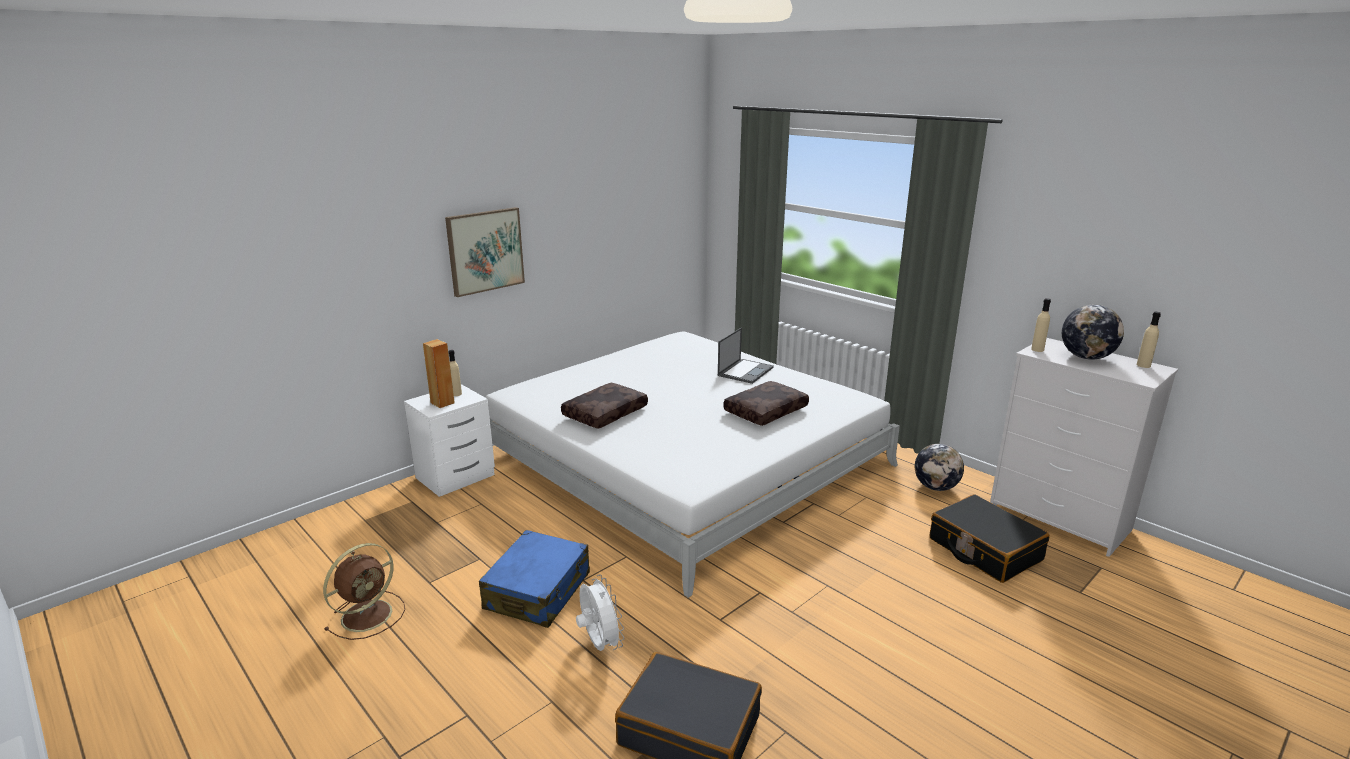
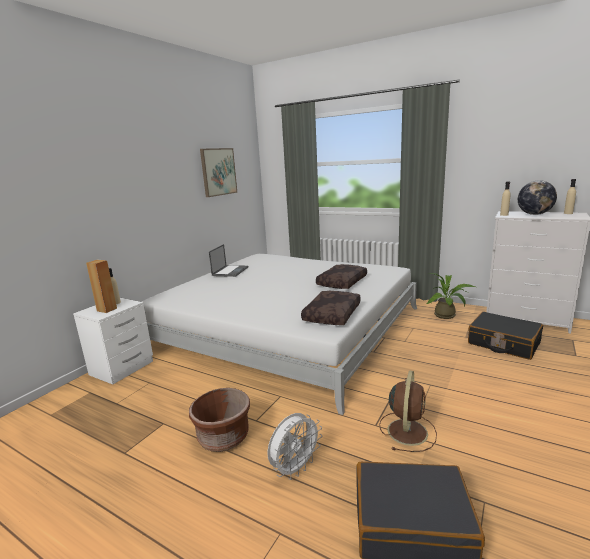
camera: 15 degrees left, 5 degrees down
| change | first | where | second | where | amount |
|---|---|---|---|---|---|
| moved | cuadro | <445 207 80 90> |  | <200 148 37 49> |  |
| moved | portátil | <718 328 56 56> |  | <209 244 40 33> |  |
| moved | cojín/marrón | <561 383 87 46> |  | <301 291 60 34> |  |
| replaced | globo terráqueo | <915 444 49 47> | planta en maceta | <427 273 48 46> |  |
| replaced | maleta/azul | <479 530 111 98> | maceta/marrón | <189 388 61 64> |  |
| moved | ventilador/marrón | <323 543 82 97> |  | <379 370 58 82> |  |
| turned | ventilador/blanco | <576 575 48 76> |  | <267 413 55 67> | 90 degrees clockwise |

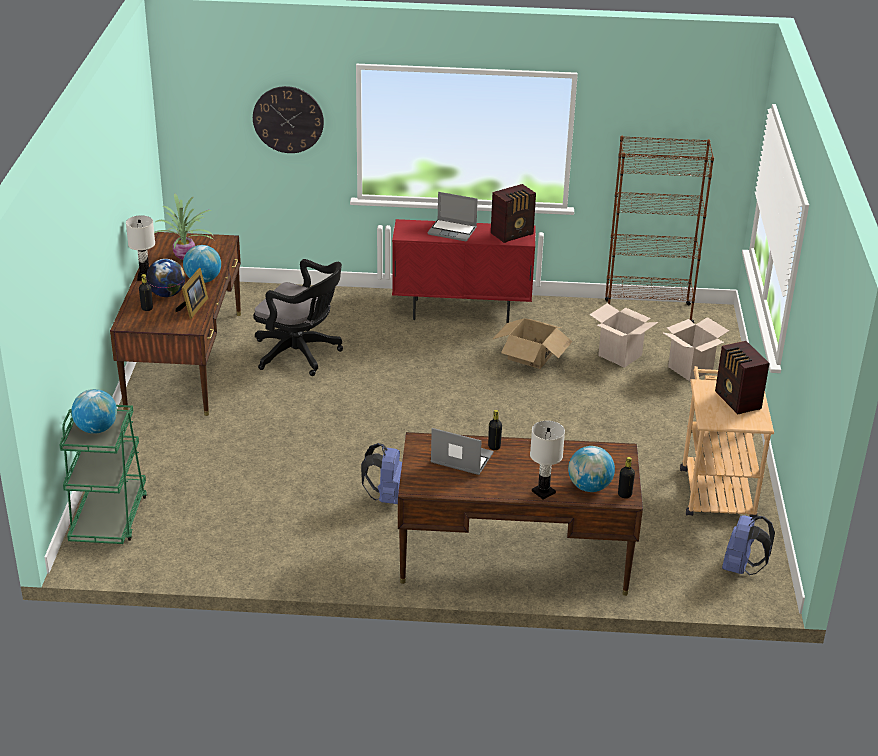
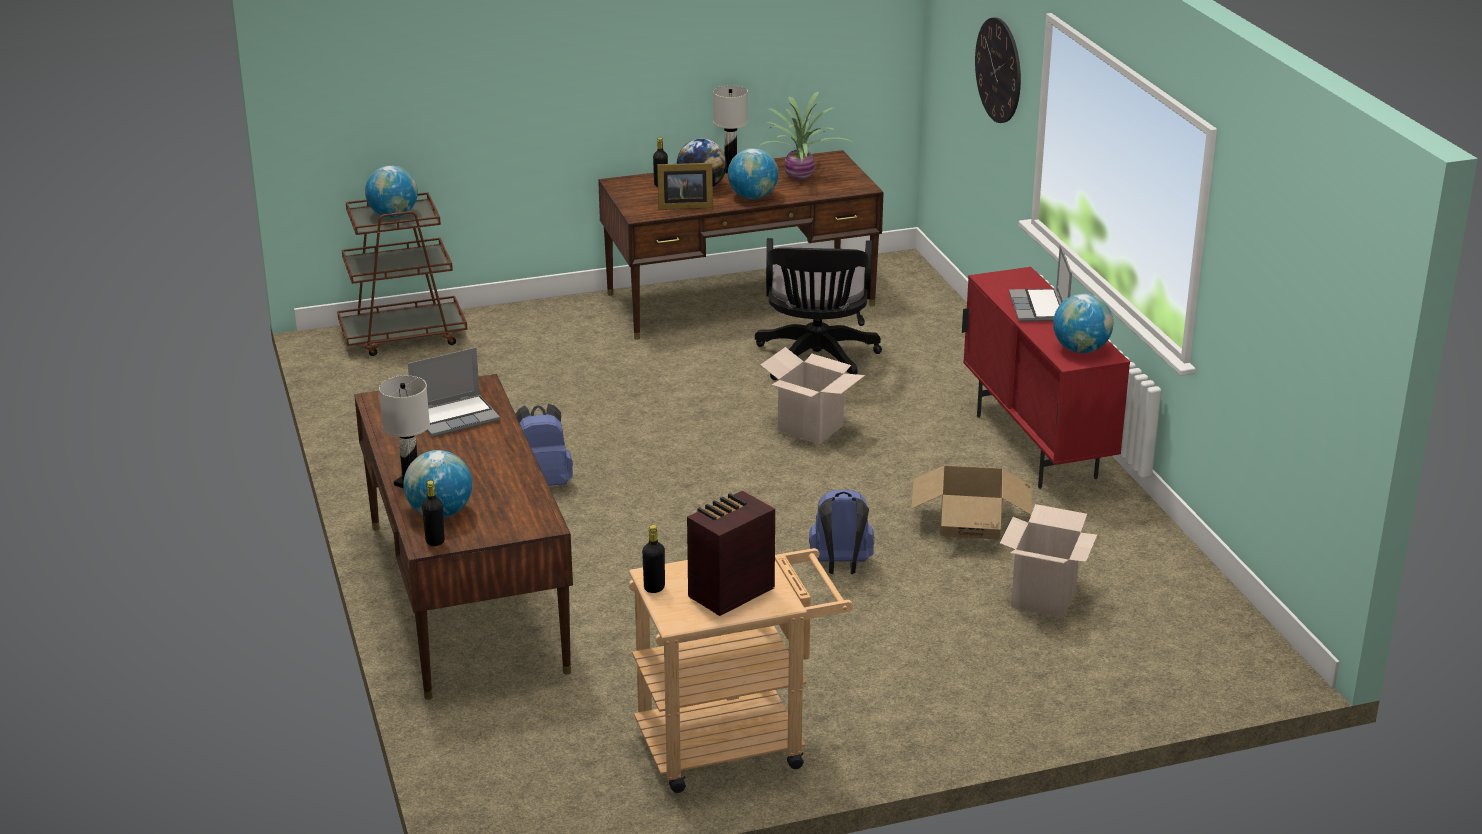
camera: 70 degrees right, 5 degrees down
| change | first | where | second | where | amount |
|---|---|---|---|---|---|
| removed | estantería/marrón | <605 136 109 187> |  |  |  |
| replaced | radio | <491 184 45 59> | globo terráqueo | <1053 294 60 59> |  |
| moved | caja de cartón | <663 317 66 64> |  | <760 347 105 98> |  |
| recoloured | carrito/verde | <59 405 88 139> | carrito/marrón | <337 192 131 164> |  |
| moved | botella/negro | <488 410 14 40> |  | <642 525 23 68> |  |
| turned | portátil | <431 428 63 47> |  | <408 347 92 90> | 60 degrees clockwise |
| moved | mochila/azul | <722 515 53 60> |  | <809 490 65 84> |  |

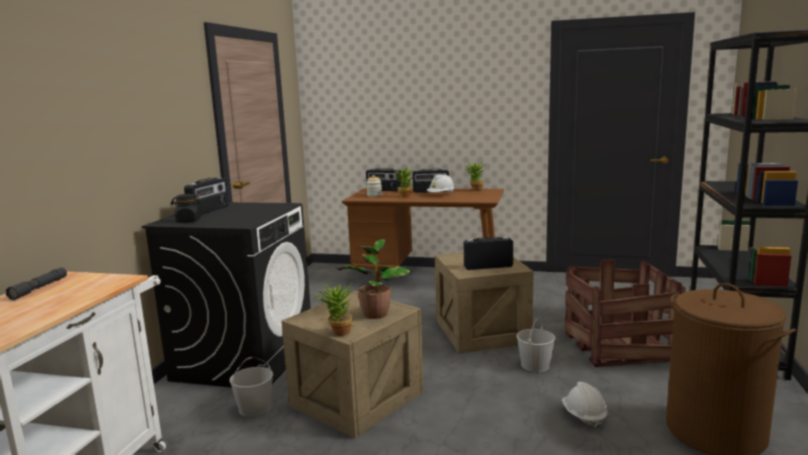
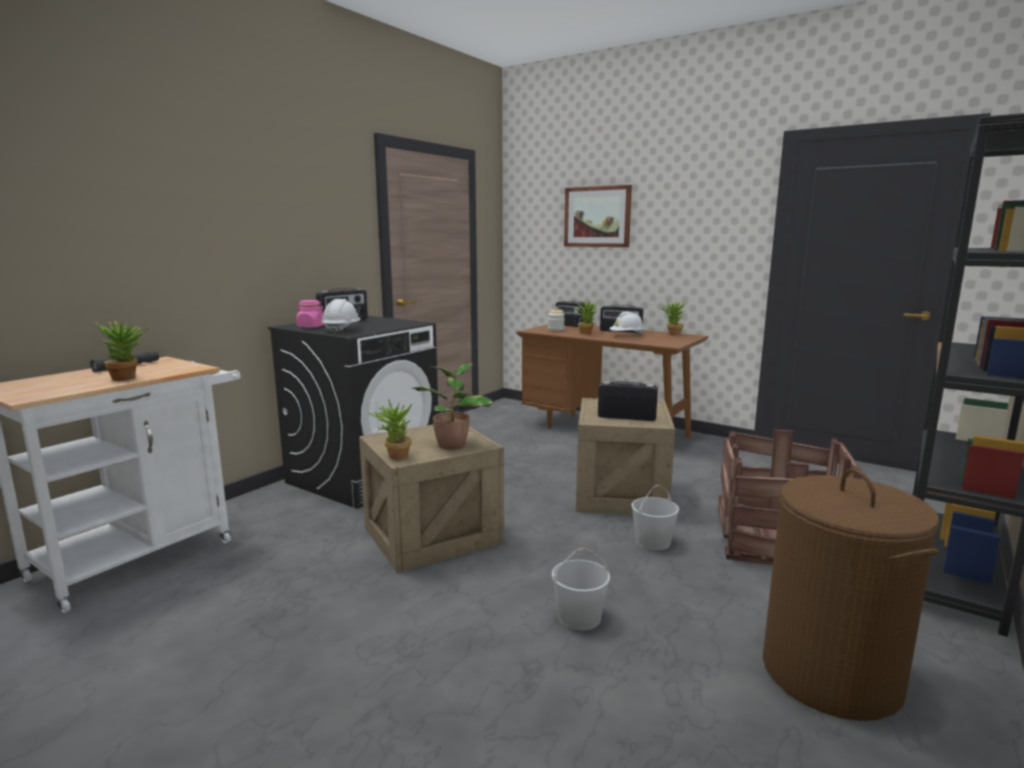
camera: 20 degrees right, 0 degrees up
| change | first | where | second | where | amount |
|---|---|---|---|---|---|
| recoloured | tarro/negro | <171 194 32 28> | tarro/rosa | <295 300 30 28> |  |
| moved | cubo/blanco | <230 357 43 60> |  | <552 548 58 83> |  |
| moved | casco/blanco | <562 382 45 47> |  | <322 299 39 35> |  |
| added |  |  | cuadro | <564 185 68 62> |  |
| added |  |  | planta en maceta | <96 321 53 60> |  |

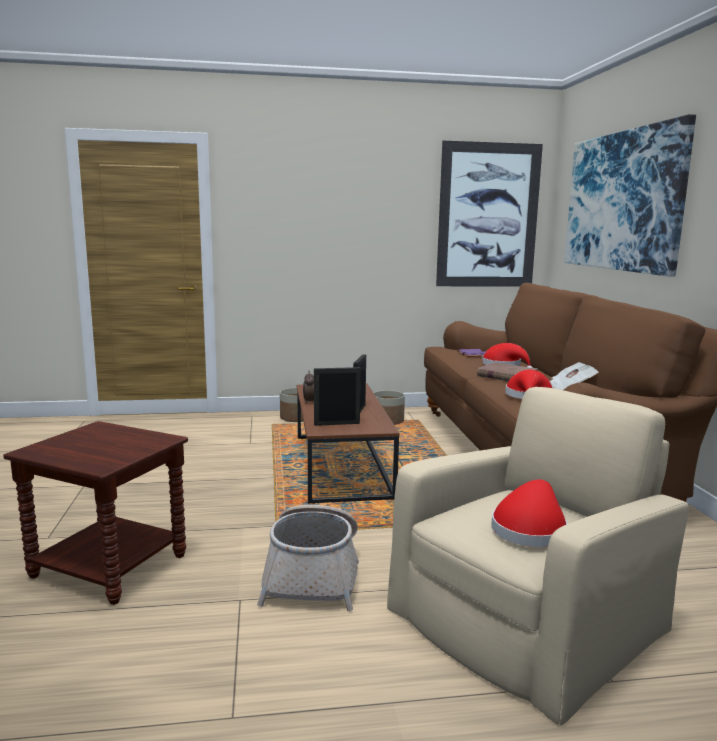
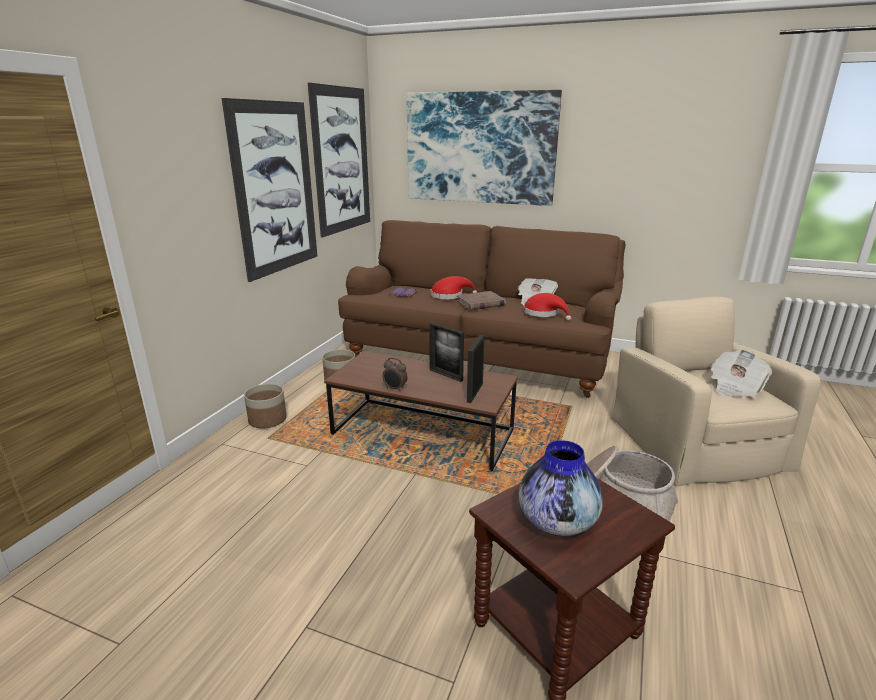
camera: 60 degrees left, 10 degrees up
| change | first | where | second | where | amount |
|---|---|---|---|---|---|
| replaced | sombrero/rojo | <491 479 76 68> | periódico | <711 349 61 48> |  |
| added |  |  | cuadro | <221 98 96 184> |  |
| added |  |  | florero | <519 440 84 96> |  |

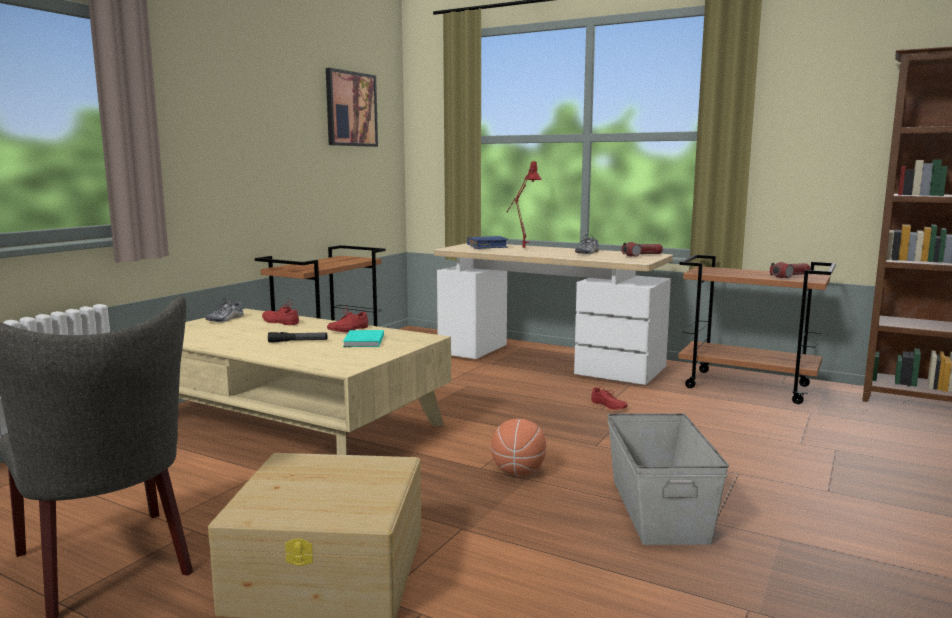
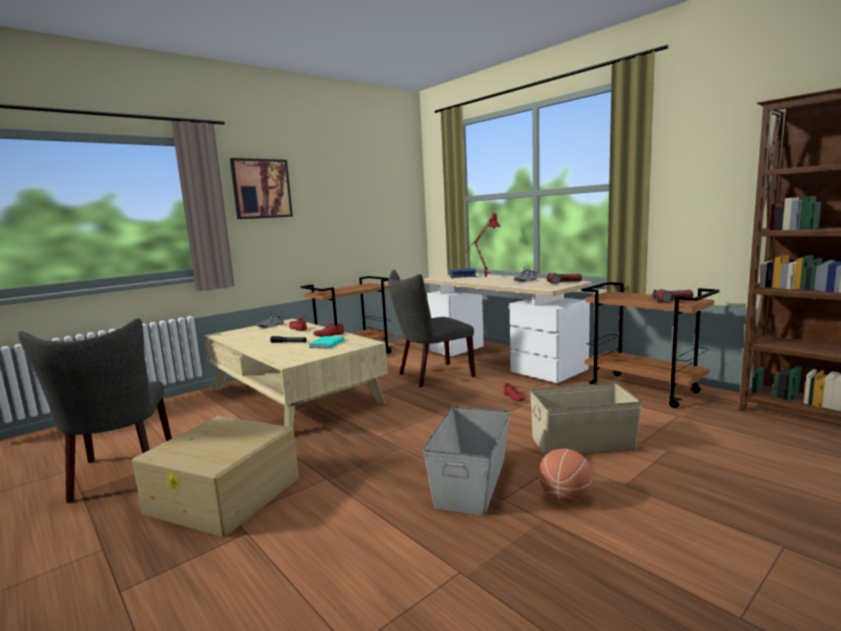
camera: 20 degrees right, 0 degrees up
| change | first | where | second | where | amount |
|---|---|---|---|---|---|
| moved | cuadro | <326 68 52 79> |  | <230 158 63 61> |  |
| moved | balón de baloncesto | <491 419 55 57> |  | <539 449 53 54> |  |
| added |  |  | silla/gris | <388 270 88 117> |  |
| added |  |  | caja de almacenaje/beis | <530 382 112 74> |  |

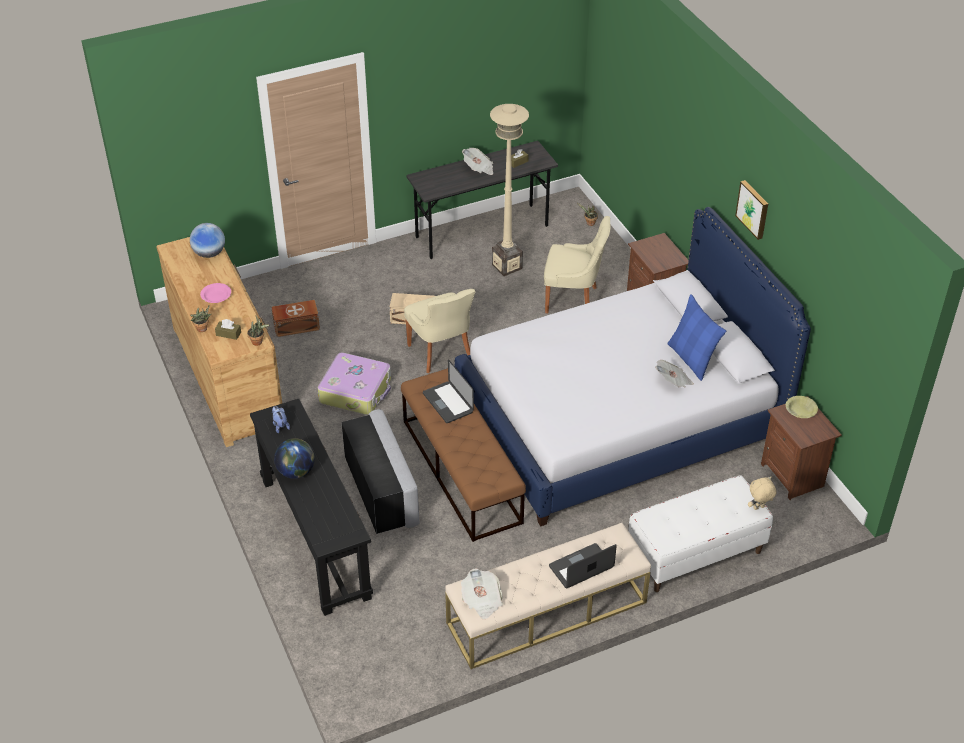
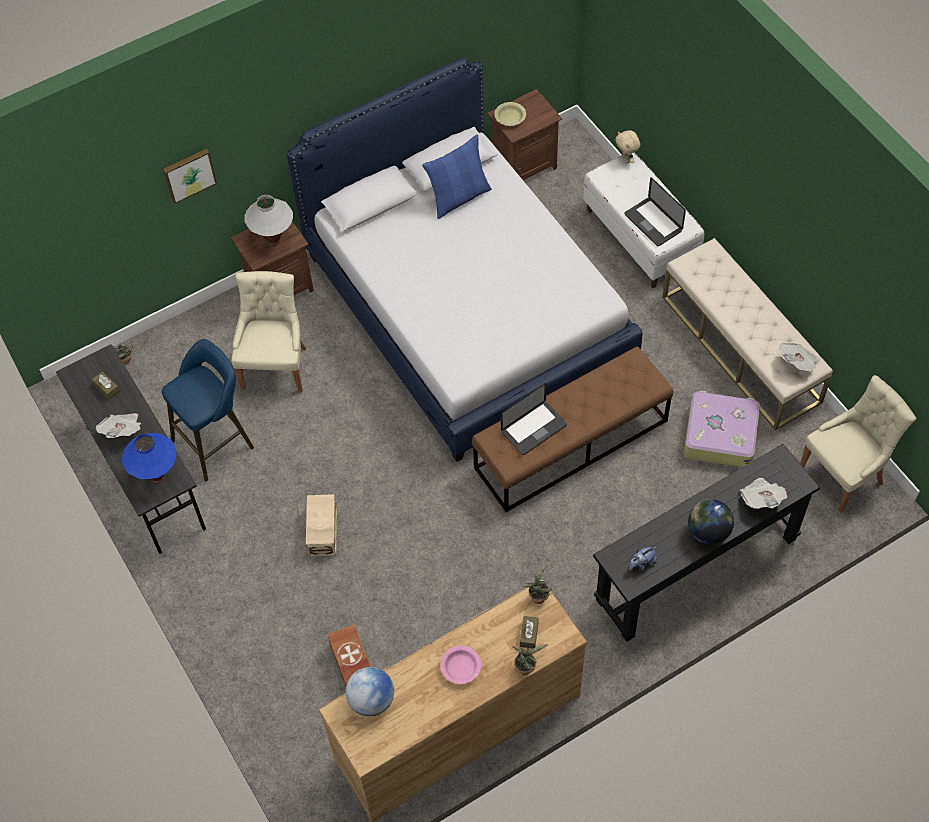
camera: 95 degrees left, 15 degrees up
| change | first | where | second | where | amount |
|---|---|---|---|---|---|
| replaced | lámpara de pie/beis | <490 104 39 172> | taburete/azul | <162 339 92 142> |  |
| moved | cuadro | <735 180 33 60> |  | <163 149 54 55> |  |
| moved | silla/beis | <404 289 72 84> |  | <800 375 116 138> |  |
| moved | maleta | <317 352 74 63> |  | <684 391 76 76> |  |
| moved | periódico | <655 360 39 28> |  | <740 478 48 31> |  |
| removed | puf/gris | <342 409 78 125> |  |  |  |
| moved | portátil | <549 543 68 45> |  | <624 177 62 69> |  |
| added |  |  | lámpara de mesa/blanco | <244 195 49 51> |  |
| added |  |  | lámpara de mesa/azul | <122 433 55 50> |  |

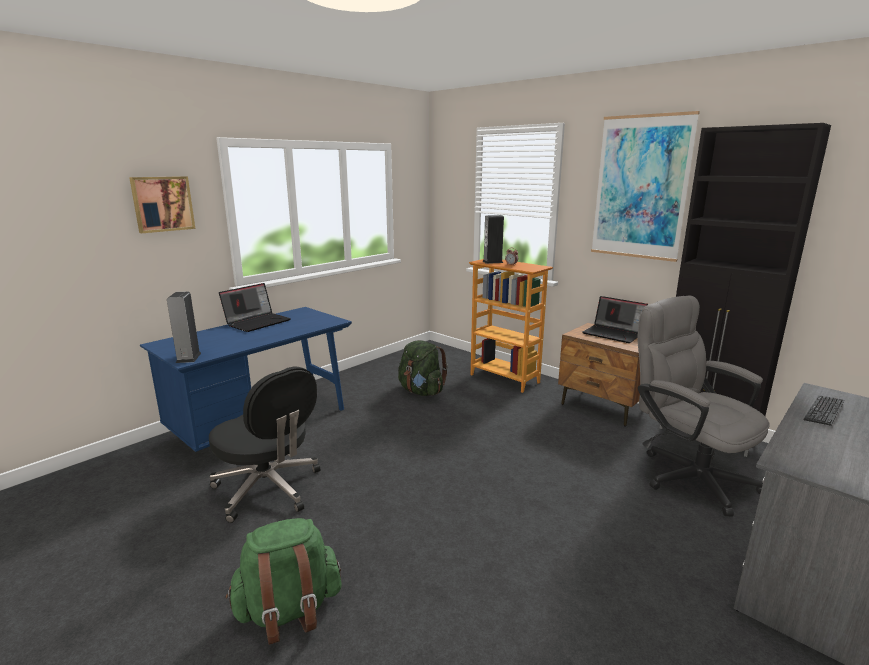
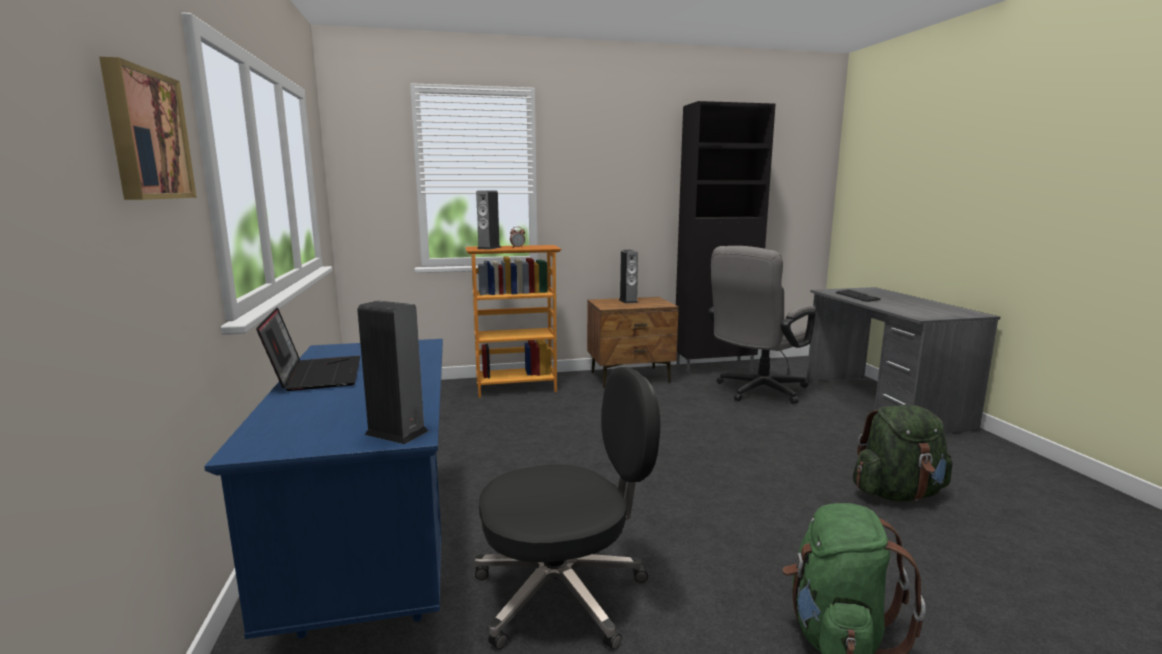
camera: 55 degrees left, 5 degrees down
| change | first | where | second | where | amount |
|---|---|---|---|---|---|
| removed | cuadro | <591 111 109 151> |  |  |  |
| turned | silla de oficina/gris | <637 295 133 222> |  | <708 246 108 158> | 45 degrees counterclockwise |
| replaced | portátil | <582 296 66 47> | altavoz | <619 250 19 54> |  |
| moved | mochila/verde | <398 340 50 56> |  | <853 405 100 97> |  |

